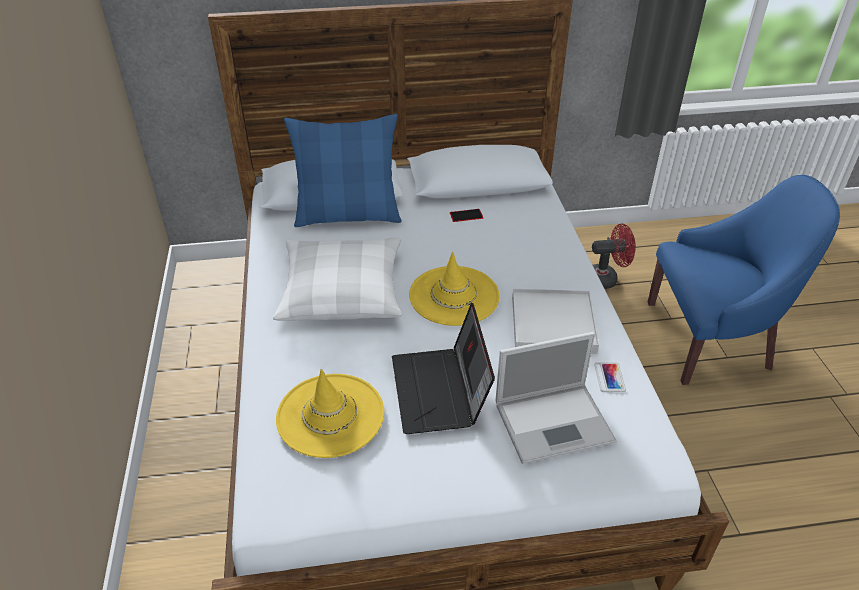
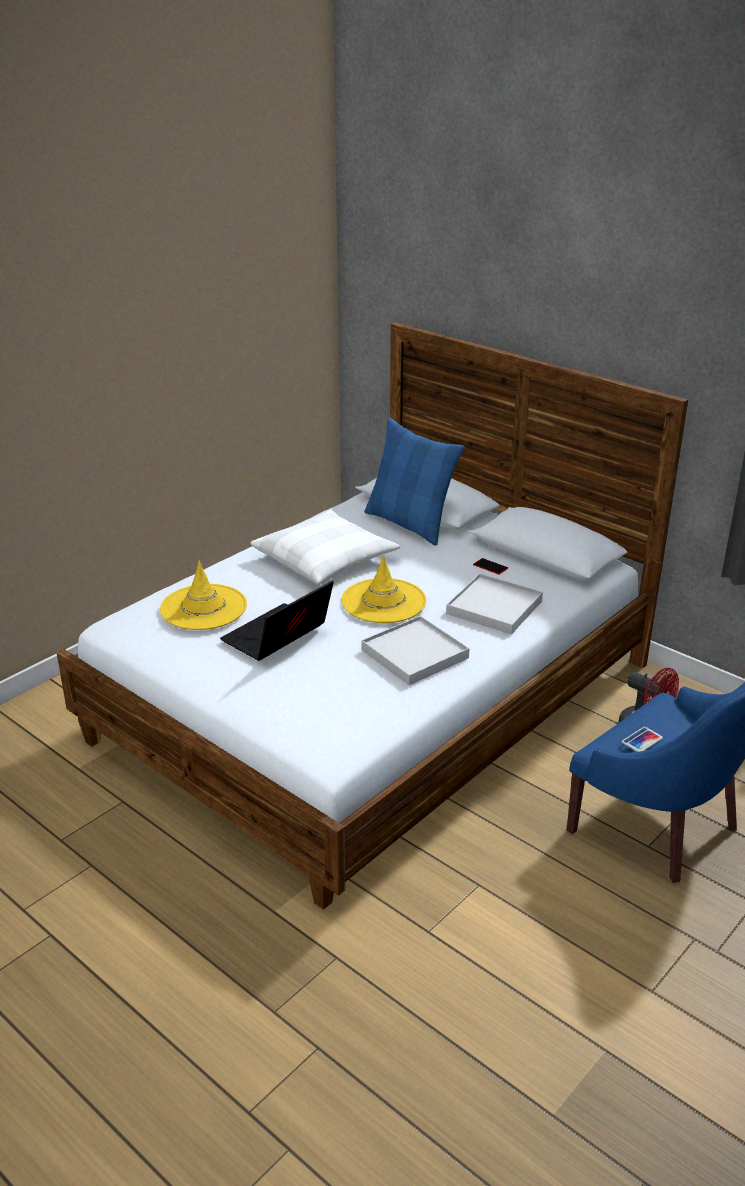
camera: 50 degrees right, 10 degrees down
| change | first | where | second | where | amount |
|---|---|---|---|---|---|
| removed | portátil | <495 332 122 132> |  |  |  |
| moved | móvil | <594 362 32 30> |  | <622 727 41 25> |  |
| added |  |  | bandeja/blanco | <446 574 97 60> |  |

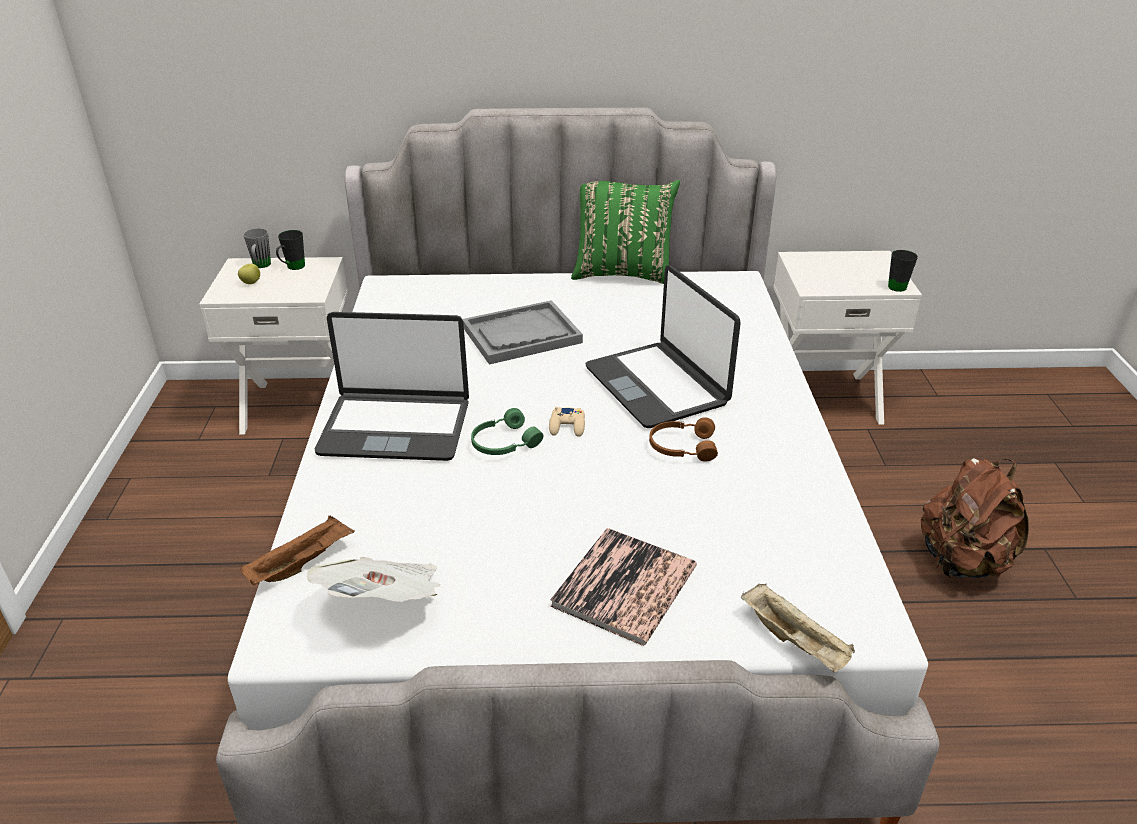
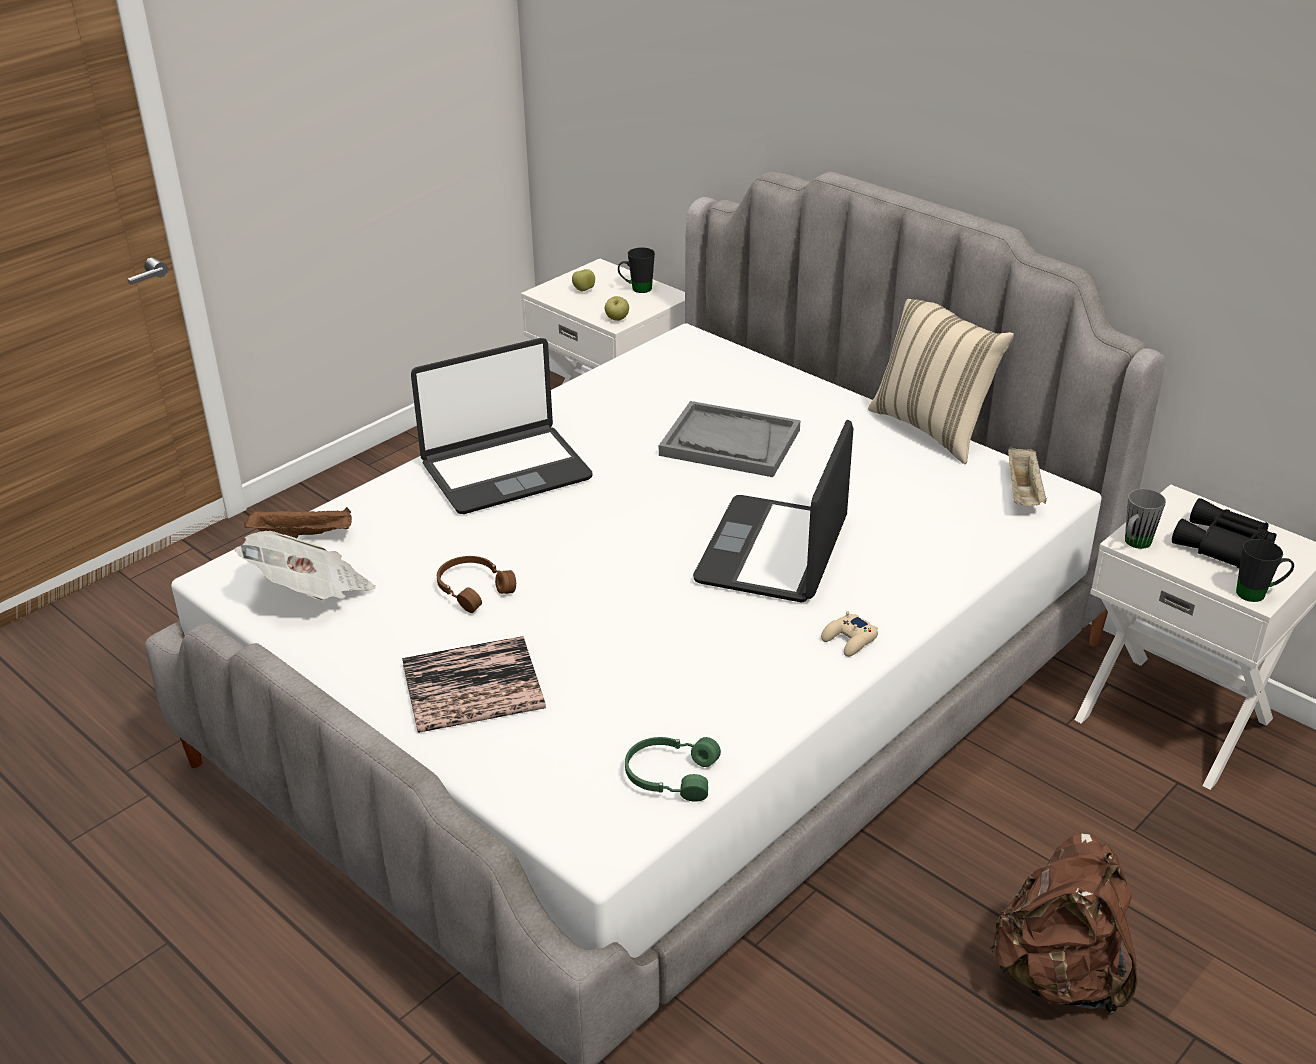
camera: 45 degrees right, 0 degrees up
| change | first | where | second | where | amount |
|---|---|---|---|---|---|
| recoloured | cojín/verde | <571 180 109 104> | cojín/beis | <868 299 146 165> |  |
| moved | taza grande/gris | <243 228 28 40> |  | <1125 489 41 60> |  |
| turned | portátil | <315 312 154 149> |  | <411 338 182 176> | 75 degrees counterclockwise |
| moved | mando de consola/beis | <549 407 36 30> |  | <821 612 57 45> |  |
| moved | auriculares/verde | <471 408 73 47> |  | <625 737 96 65> |  |
| moved | auriculares/marrón | <649 417 69 45> |  | <437 556 79 57> |  |
| moved | bandeja/beis | <741 584 114 88> |  | <1008 446 39 60> |  |
| added |  |  | manzana | <605 296 24 25> |  |
| added |  |  | prismáticos/negro | <1172 498 105 70> |  |

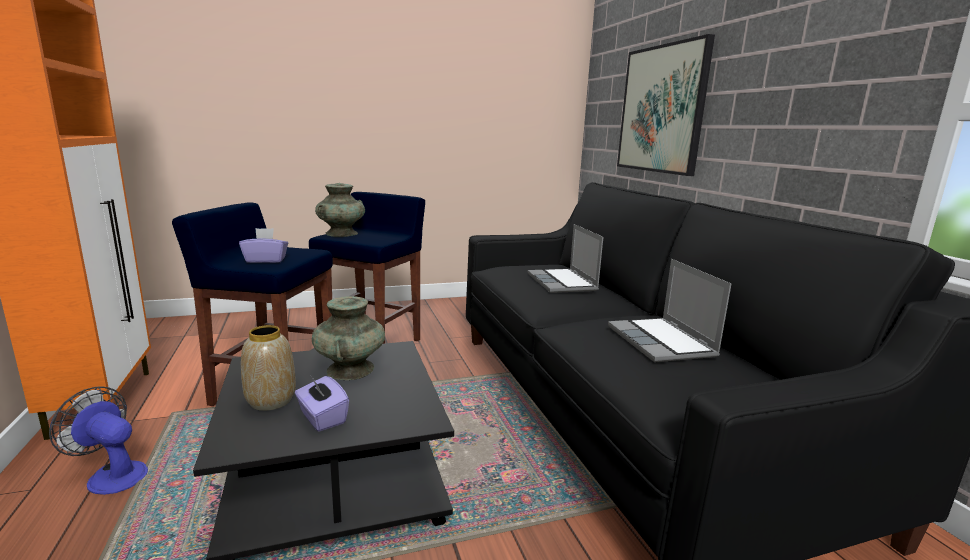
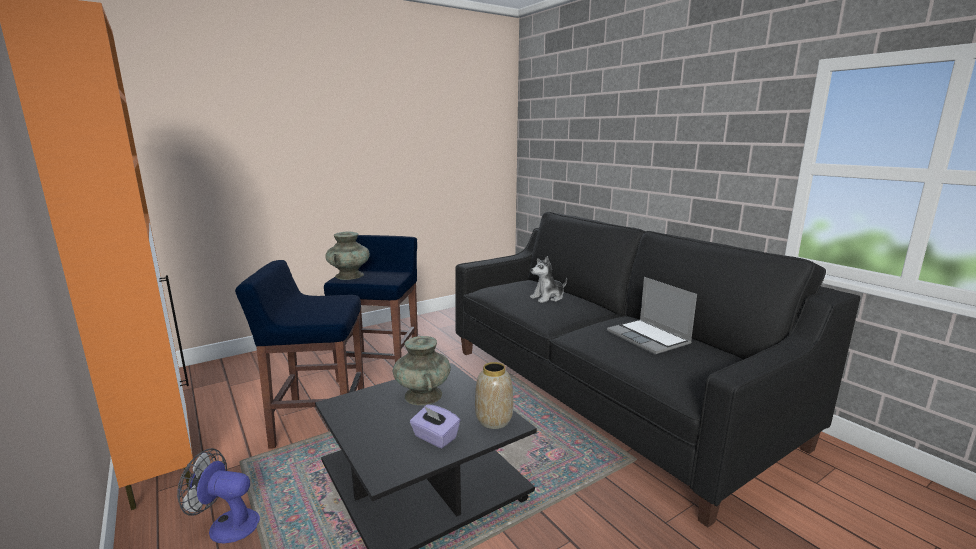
camera: 15 degrees left, 0 degrees up
| change | first | where | second | where | amount |
|---|---|---|---|---|---|
| removed | cuadro | <617 34 98 142> |  |  |  |
| replaced | portátil | <528 224 75 69> | peluche | <530 256 37 47> |  |
| removed | caja de pañuelos/morado | <239 228 49 35> |  |  |  |
| moved | florero | <241 325 55 86> |  | <475 362 38 67> |  |

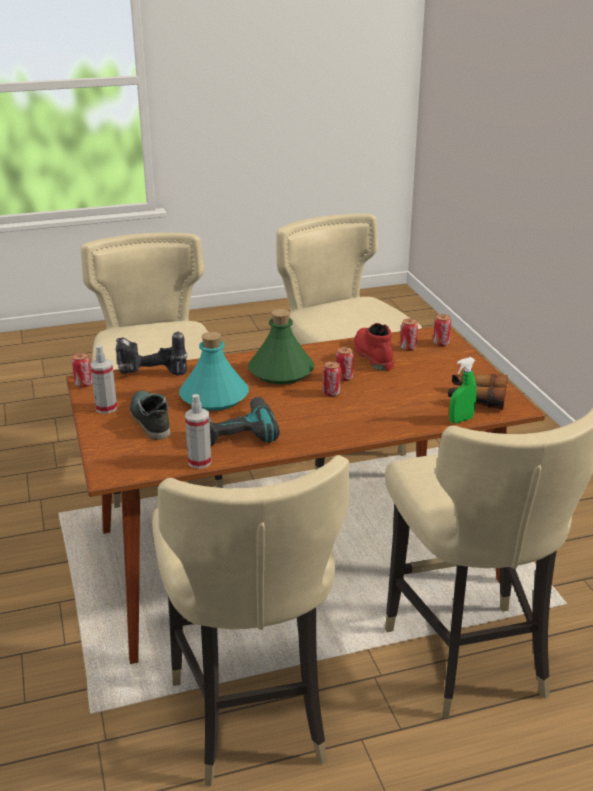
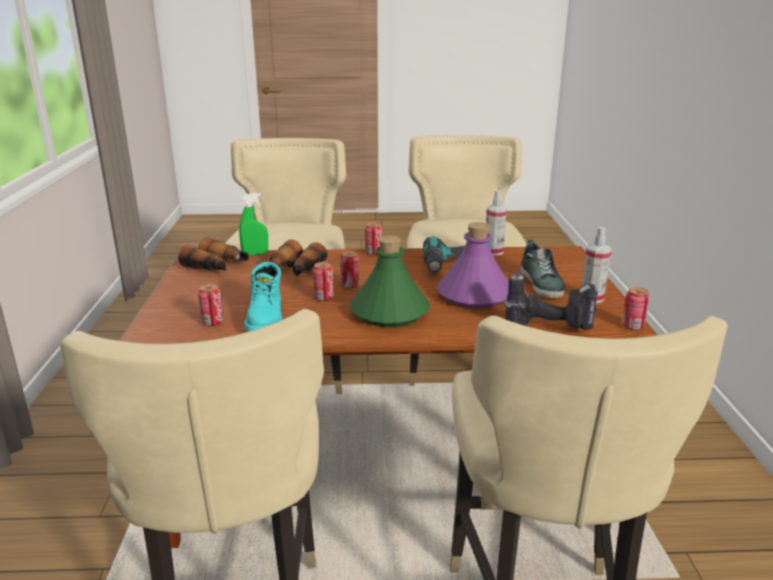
camera: 165 degrees left, 5 degrees down
| change | first | where | second | where | amount |
|---|---|---|---|---|---|
| moved | lata | <433 314 18 32> |  | <365 222 17 34> |  |
| recoloured | bota/rojo | <354 323 40 48> | bota/turquesa | <244 262 38 69> |  |
| recoloured | botella/turquesa | <179 332 70 79> | botella/morado | <437 222 72 87> |  |
| added |  |  | prismáticos | <269 240 58 36> |  |

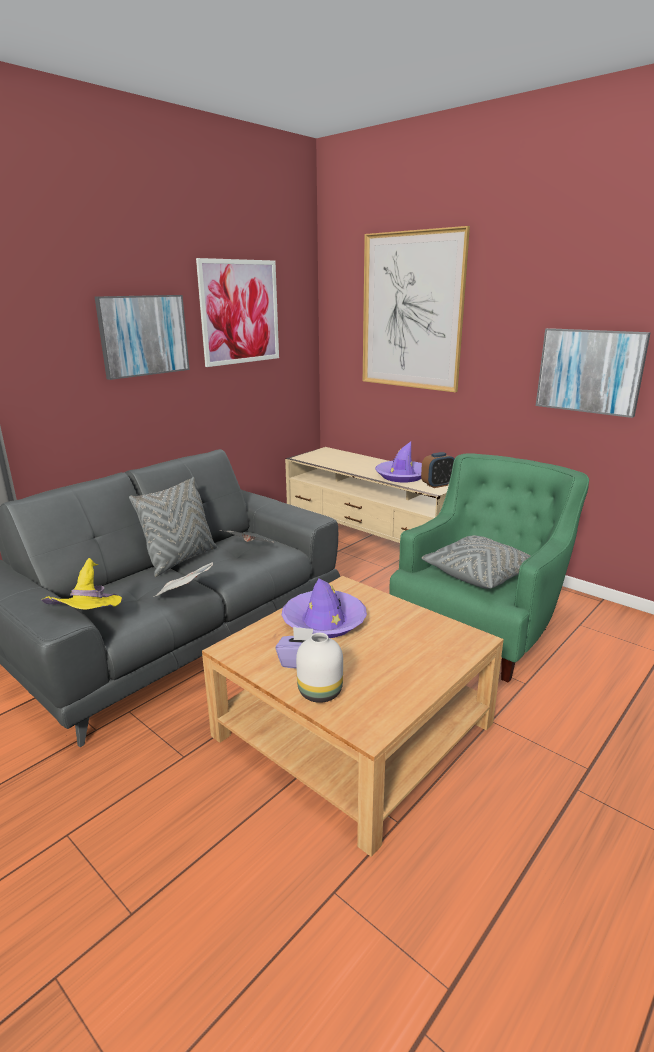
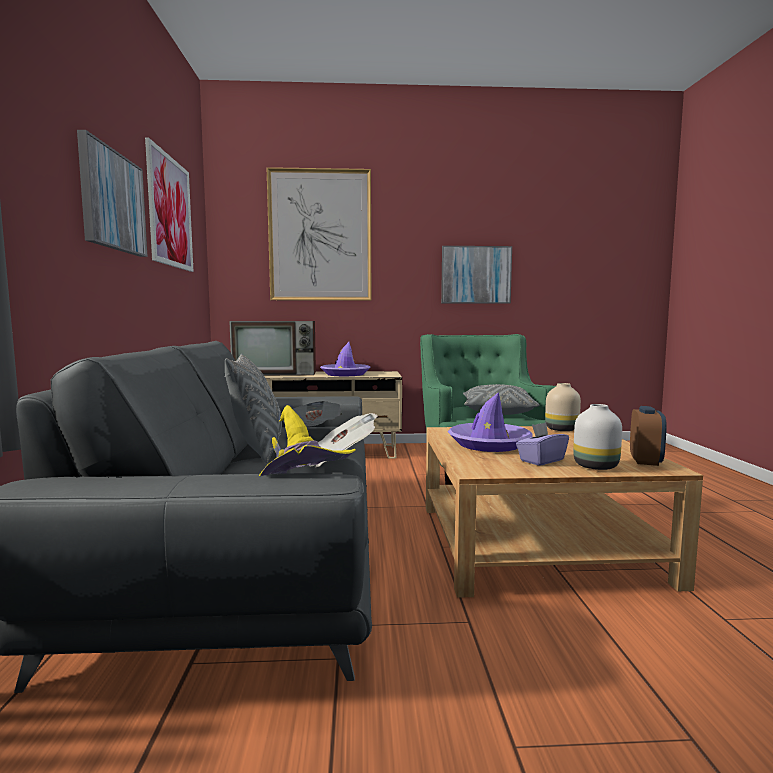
camera: 45 degrees left, 15 degrees down
| change | first | where | second | where | amount |
|---|---|---|---|---|---|
| moved | despertador | <421 452 34 36> |  | <630 406 37 60> |  |
| added |  |  | televisor | <229 321 87 54> |  |
| added |  |  | florero/beis | <545 383 36 48> |  |

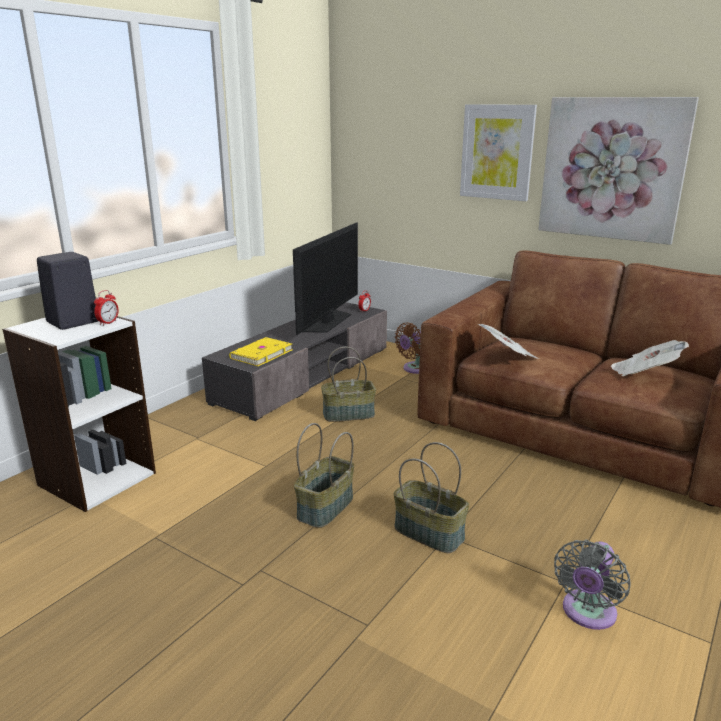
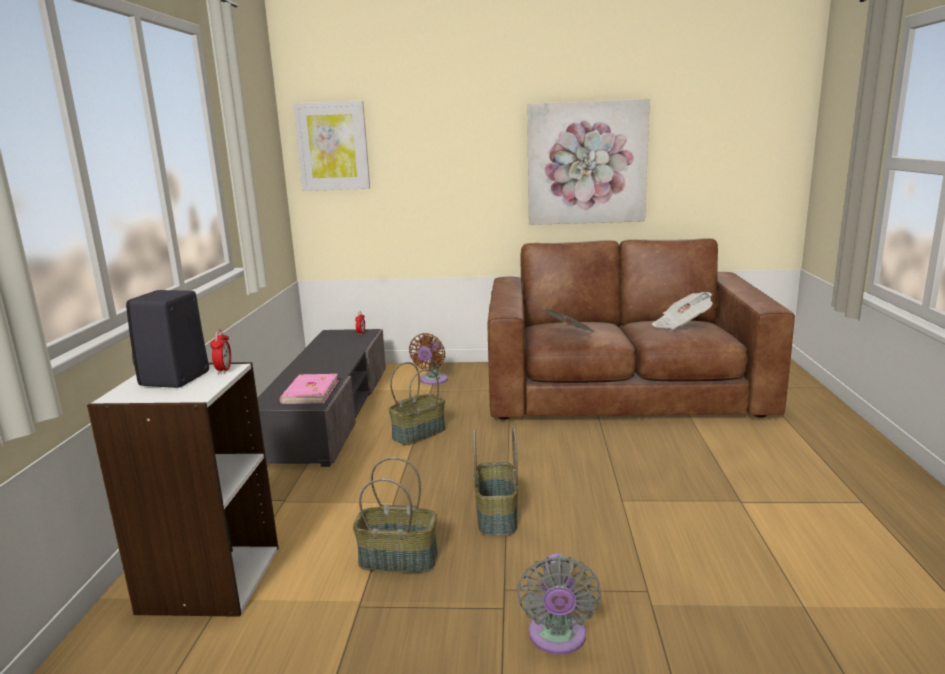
camera: 30 degrees left, 5 degrees down
| change | first | where | second | where | amount |
|---|---|---|---|---|---|
| moved | cuadro | <460 104 77 97> |  | <293 100 77 91> |  |
| removed | televisor | <293 222 65 113> |  |  |  |
| recoloured | libro/amarillo | <229 337 64 29> | libro/rosa | <280 374 59 30> |  |
| moved | cesta | <394 442 75 111> |  | <353 457 85 116> |  |
| moved | ventilador/gris | <554 540 77 90> |  | <517 553 84 102> |  |

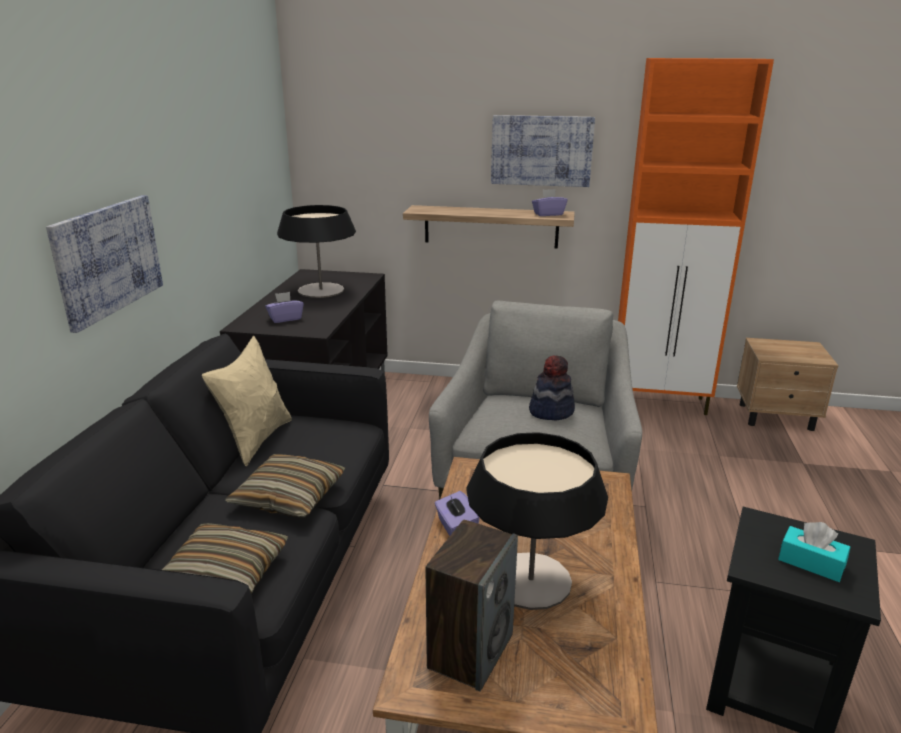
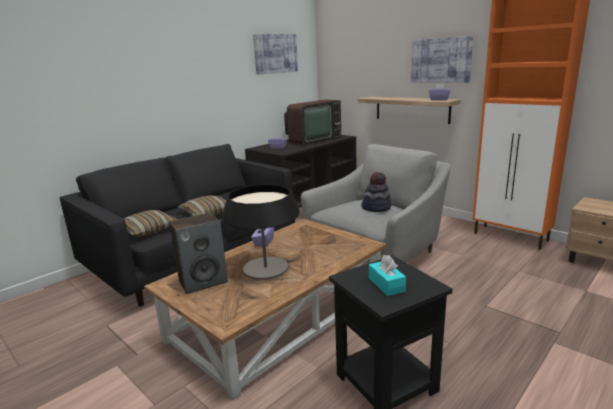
camera: 35 degrees right, 5 degrees down
| change | first | where | second | where | amount |
|---|---|---|---|---|---|
| moved | cuadro | <46 195 117 138> |  | <253 34 45 41> |  |
| replaced | lámpara de mesa | <277 205 79 93> | televisor | <284 100 57 45> |  |
| removed | cojín/beis | <202 336 90 130> |  |  |  |

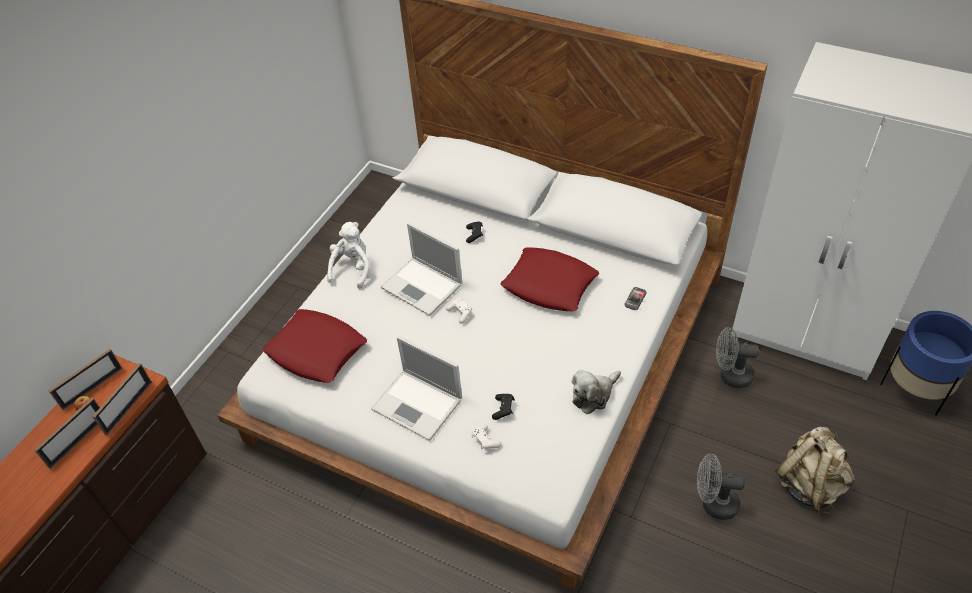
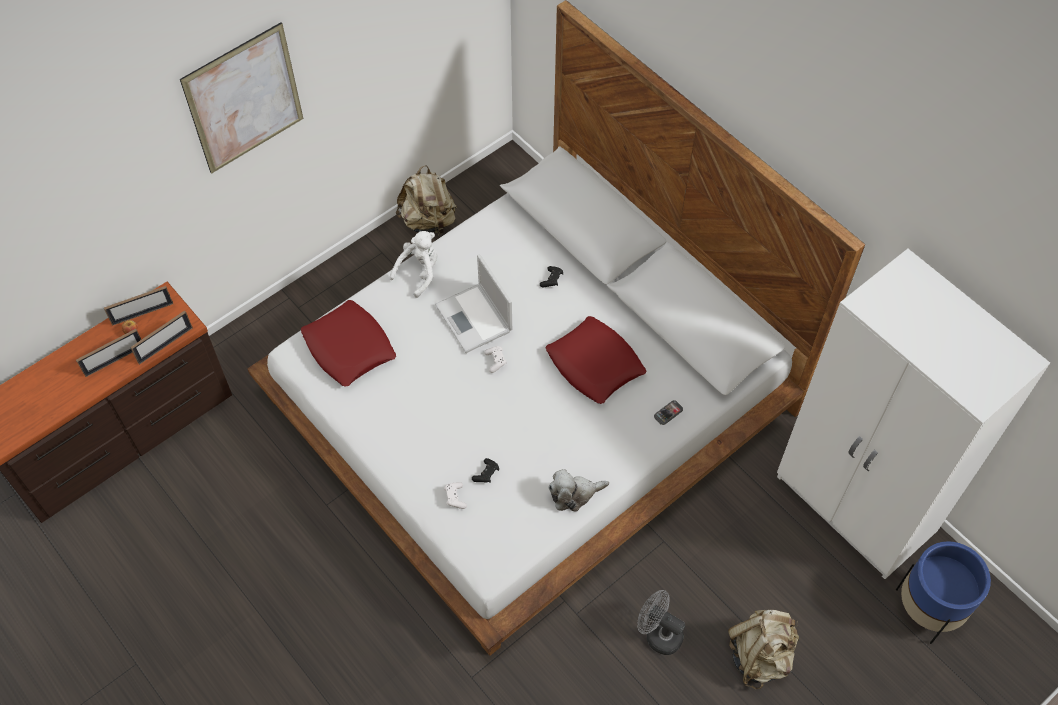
camera: 20 degrees right, 10 degrees up
| change | first | where | second | where | amount |
|---|---|---|---|---|---|
| removed | ventilador/gris | <716 327 43 61> |  |  |  |
| removed | portátil | <371 336 91 105> |  |  |  |
| added |  |  | cuadro | <180 22 123 152> |  |
| added |  |  | mochila/beis | <396 165 61 72> |  |

